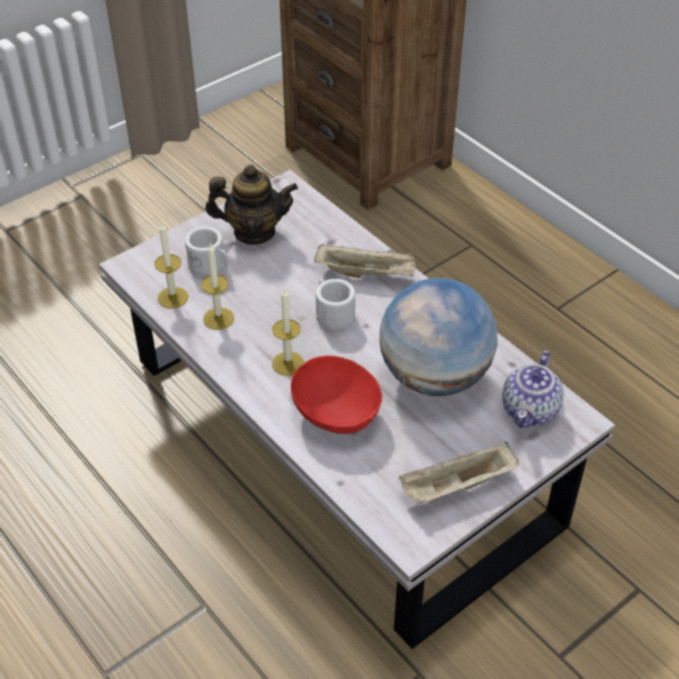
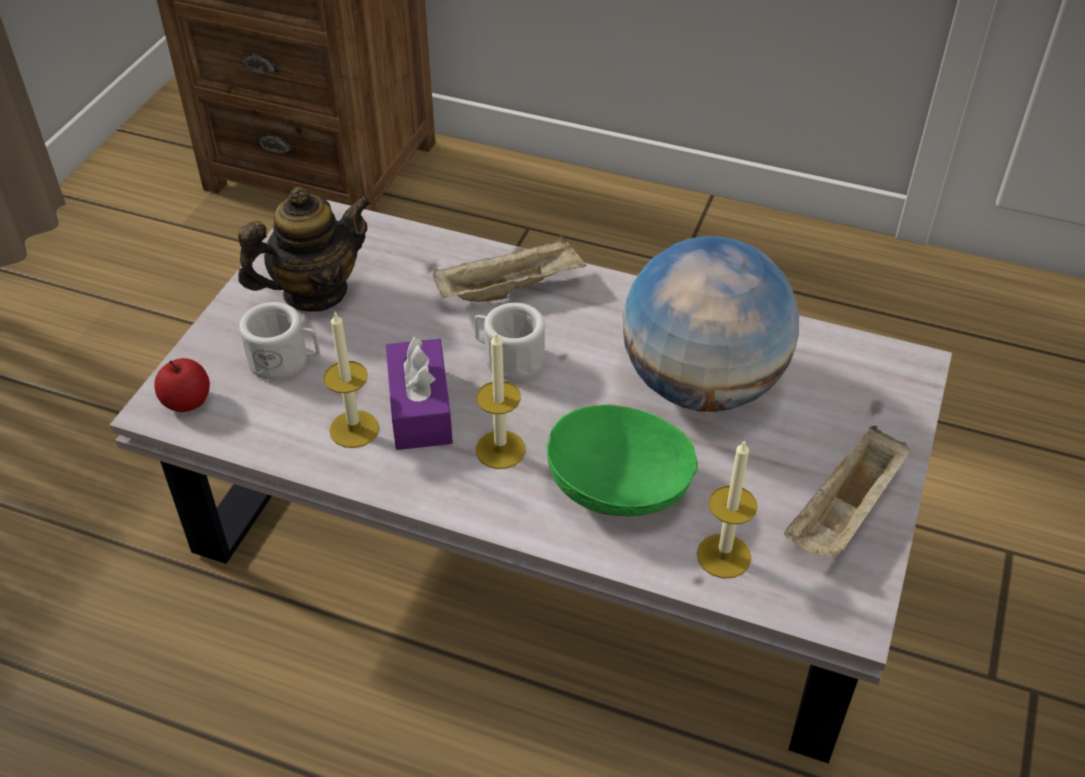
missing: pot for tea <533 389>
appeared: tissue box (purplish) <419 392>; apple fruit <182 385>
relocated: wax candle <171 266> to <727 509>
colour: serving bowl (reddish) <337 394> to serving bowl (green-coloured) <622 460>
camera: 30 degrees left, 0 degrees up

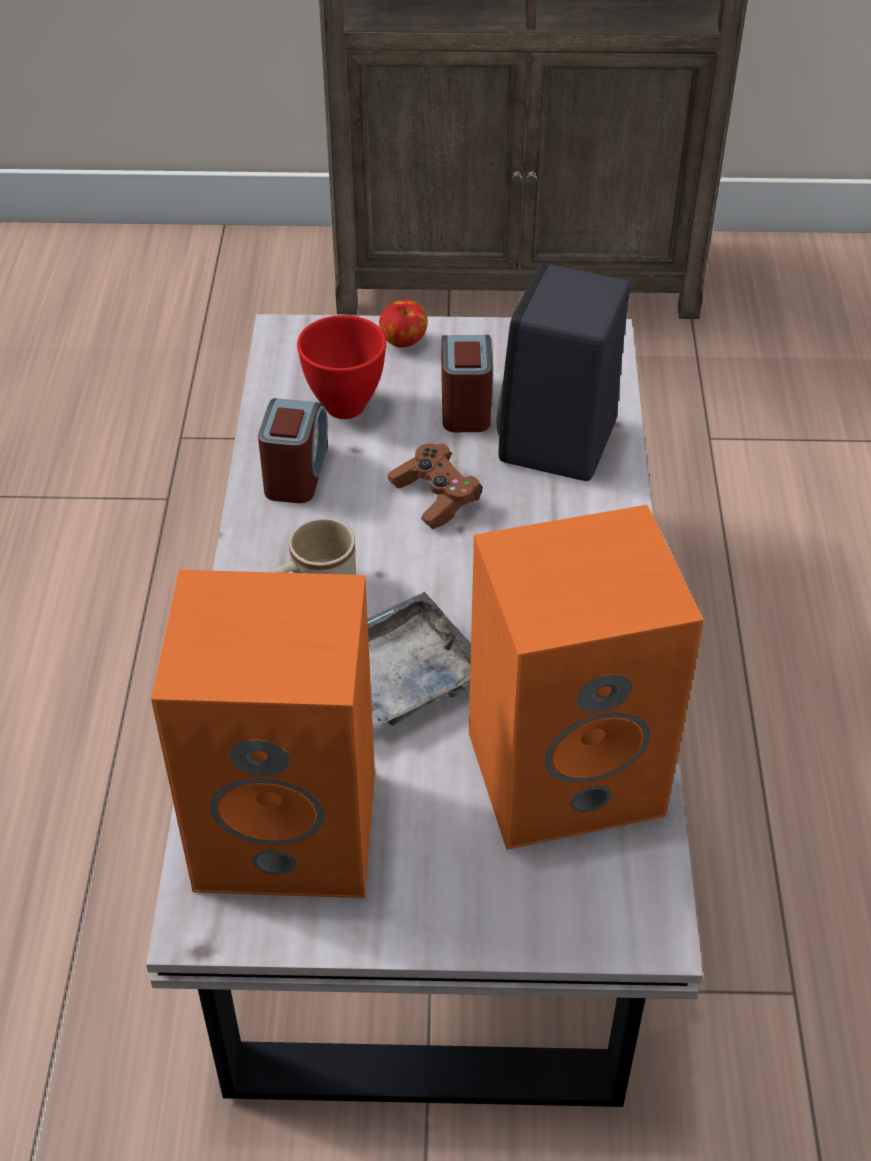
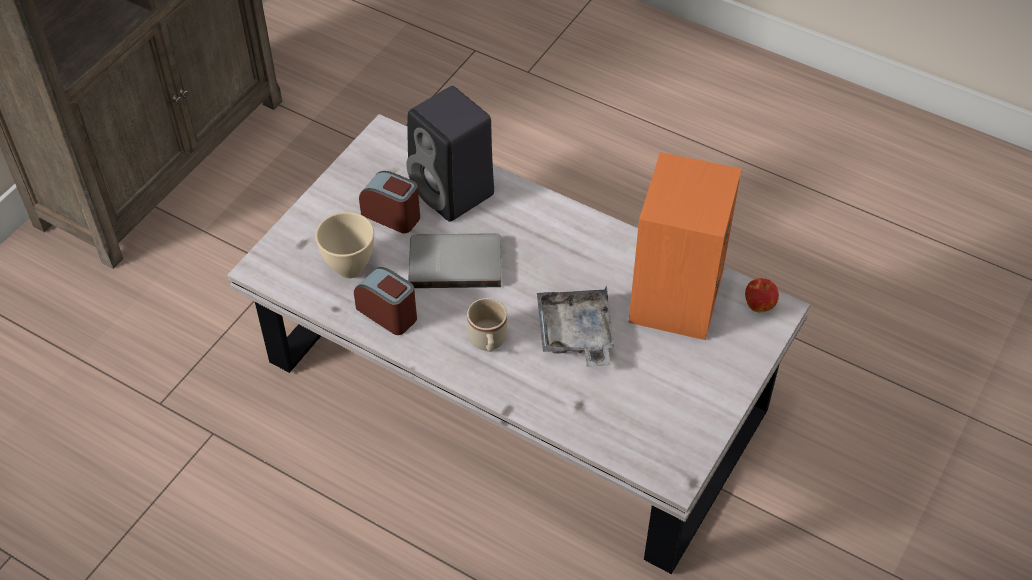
missing: audio speaker (orange) <263 734>
relocated: apple fruit <403 323> to <762 295>
exchanged: game controller (brown) <435 486> to bound book (greyish) <454 260>
colour: serving bowl (reddish) <341 367> to serving bowl (sand-coloured) <344 245>
camera: 60 degrees left, 5 degrees up

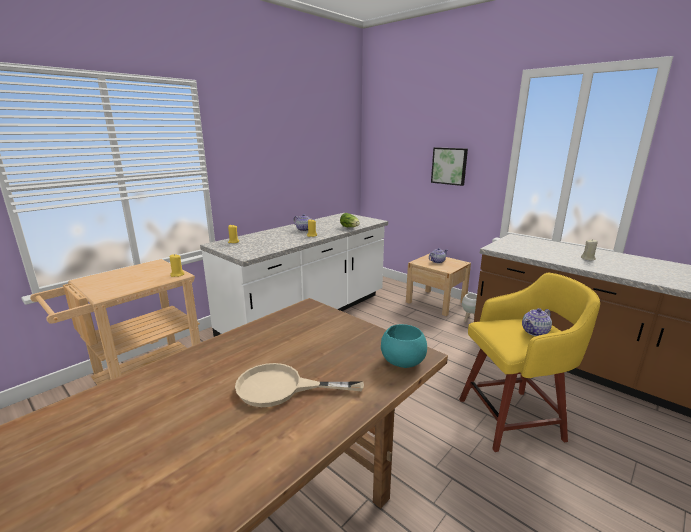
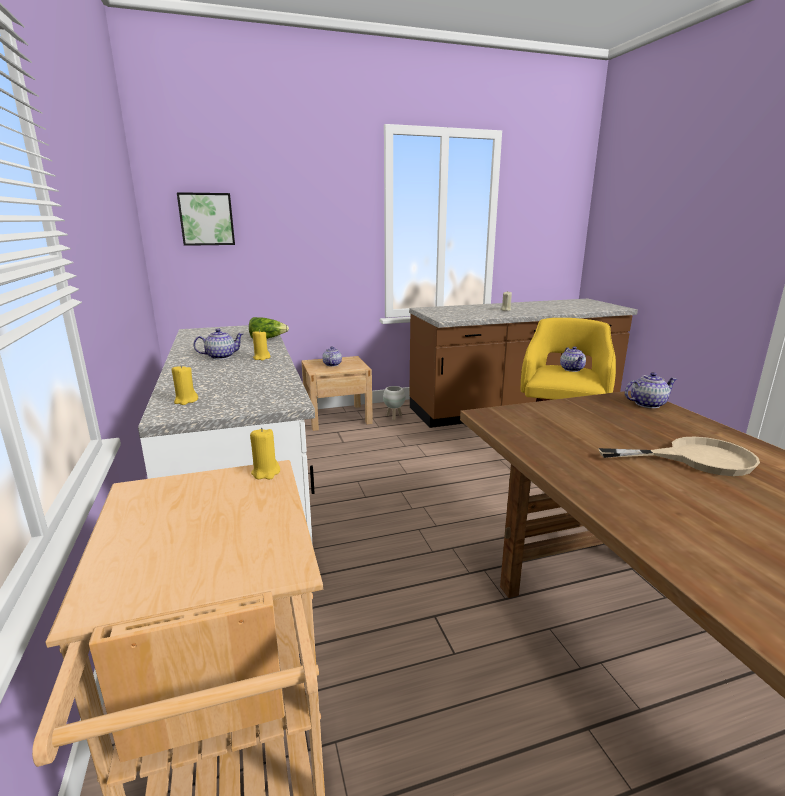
relocated: wall art <449 166> to <206 219>
exchanged: serving bowl (turquoise-coloured) <404 346> to pot for tea <651 390>
spun: pan (sand-coloured) <299 385> = <679 456> 120 degrees counterclockwise
camera: 60 degrees left, 0 degrees up

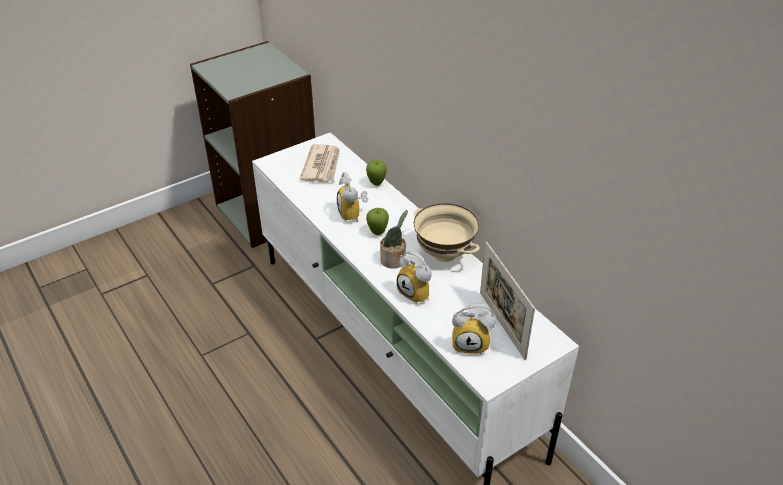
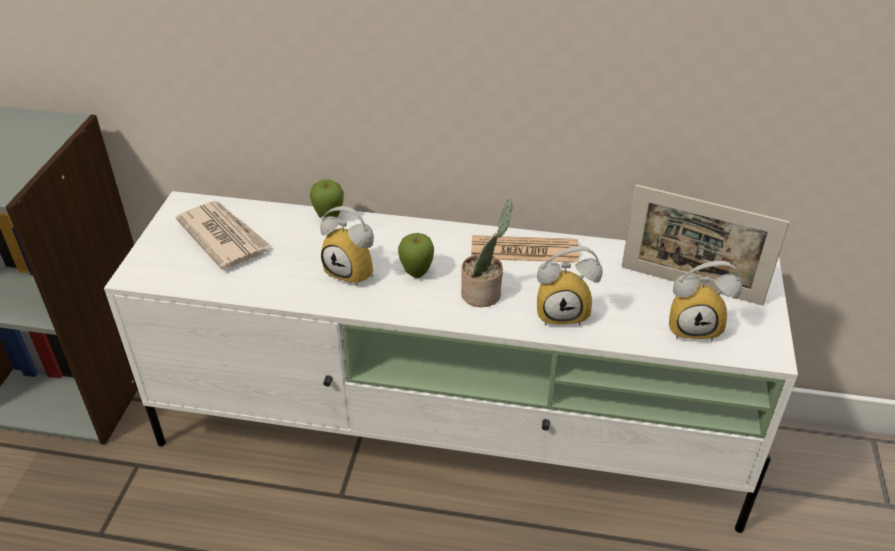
exchanged: serving bowl (sand-coloured) <447 232> to newspaper <525 249>
spun: alarm clock <474 329> = <705 301> 45 degrees clockwise
camera: 45 degrees left, 0 degrees up

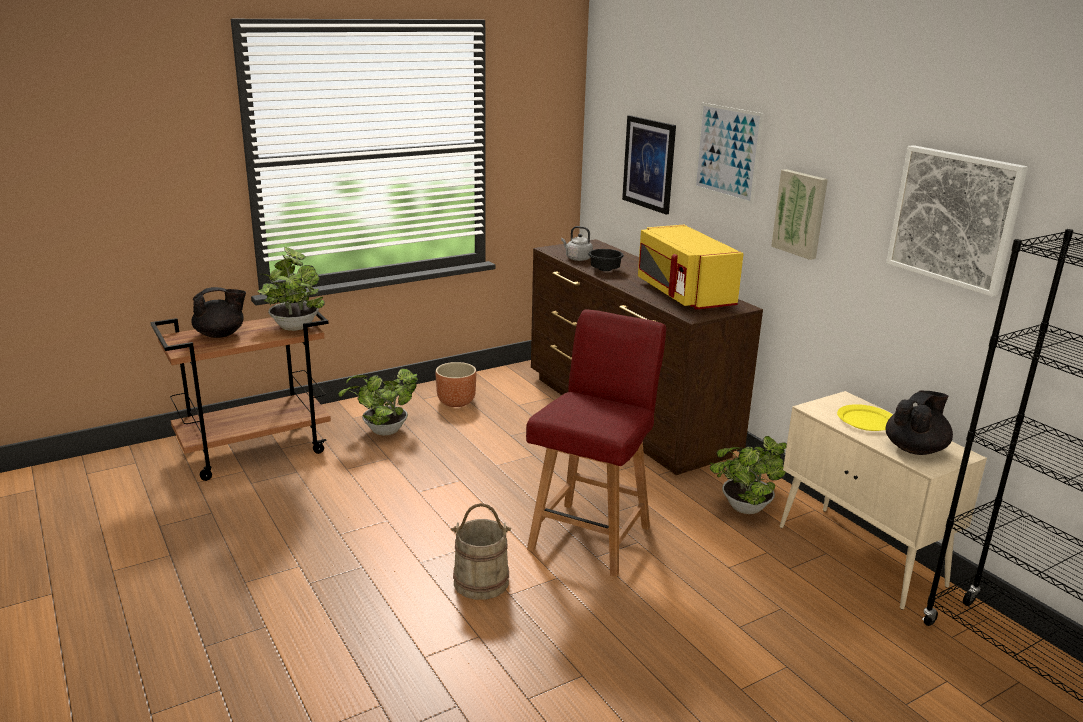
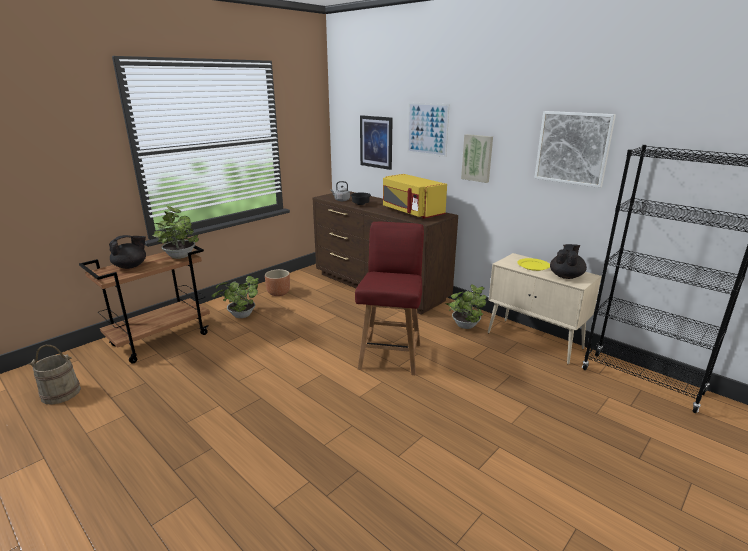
relocated: bucket (sand-coloured) <481 551> to <55 375>
camera: 15 degrees left, 0 degrees up

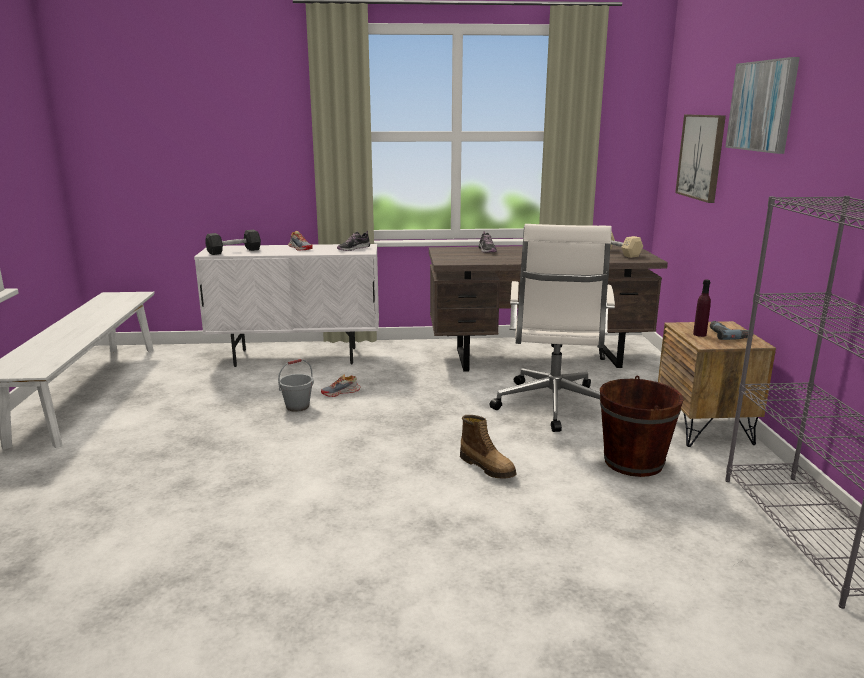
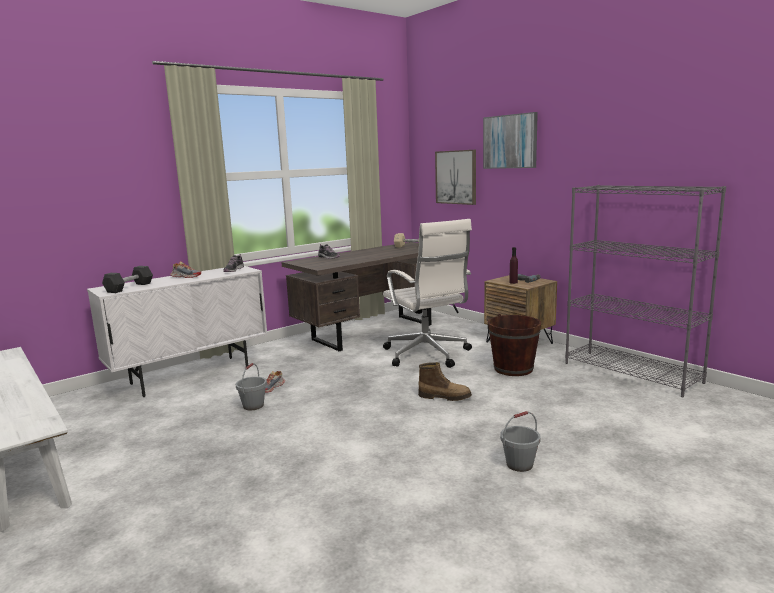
appeared: bucket (greyish) <520 441>
camera: 35 degrees left, 5 degrees down

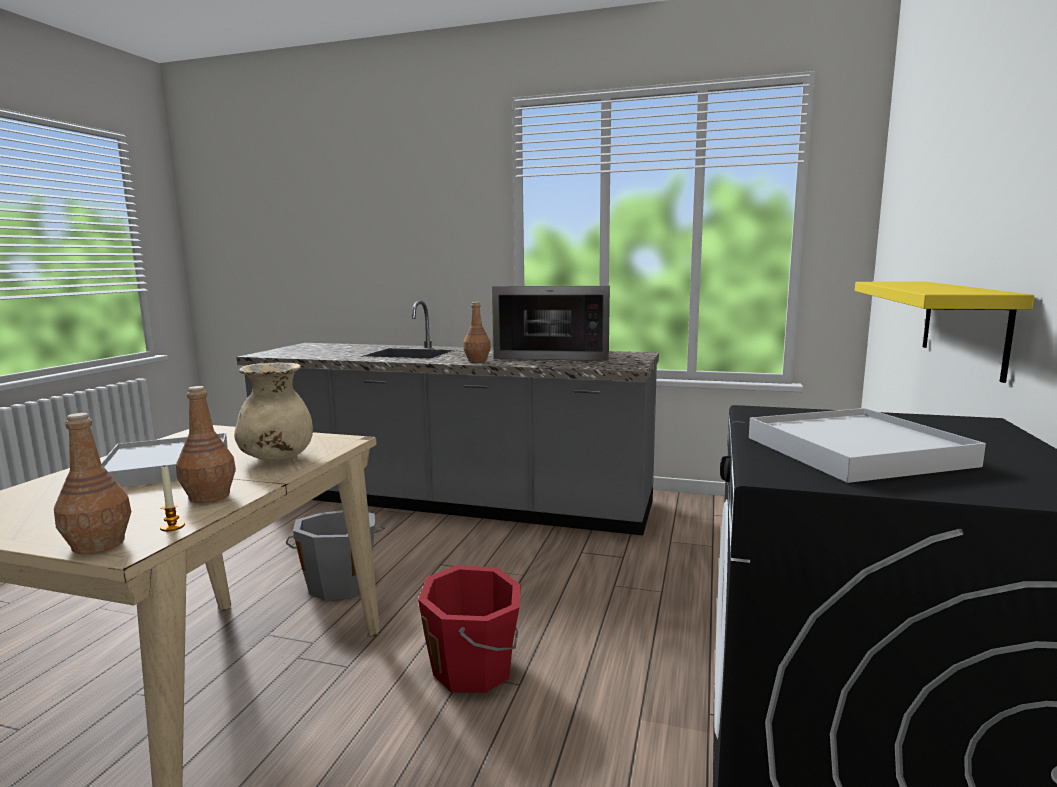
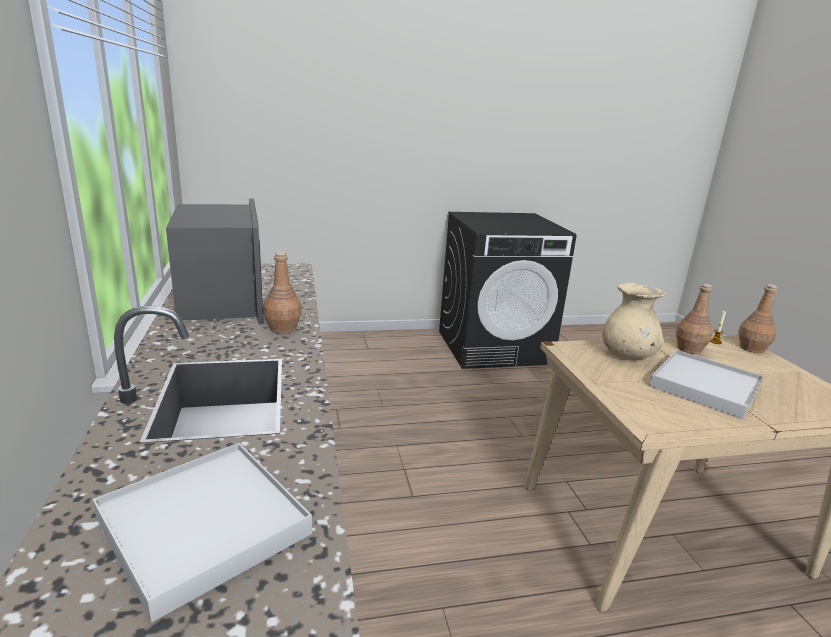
missing: wall shelf (yellow) <944 332>; bucket (greyish) <335 555>; bucket (reddish) <469 629>
relocated: serving tray (whitish) <867 445> to <202 532>
camera: 120 degrees left, 10 degrees up

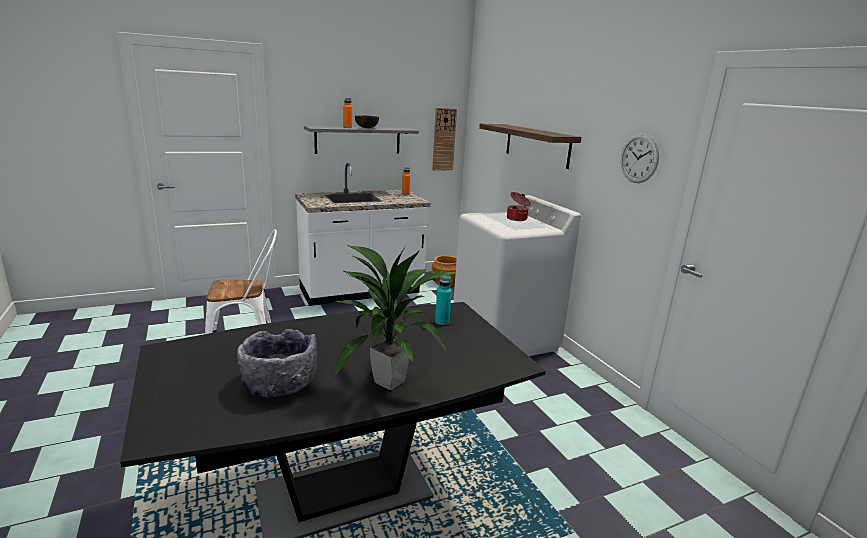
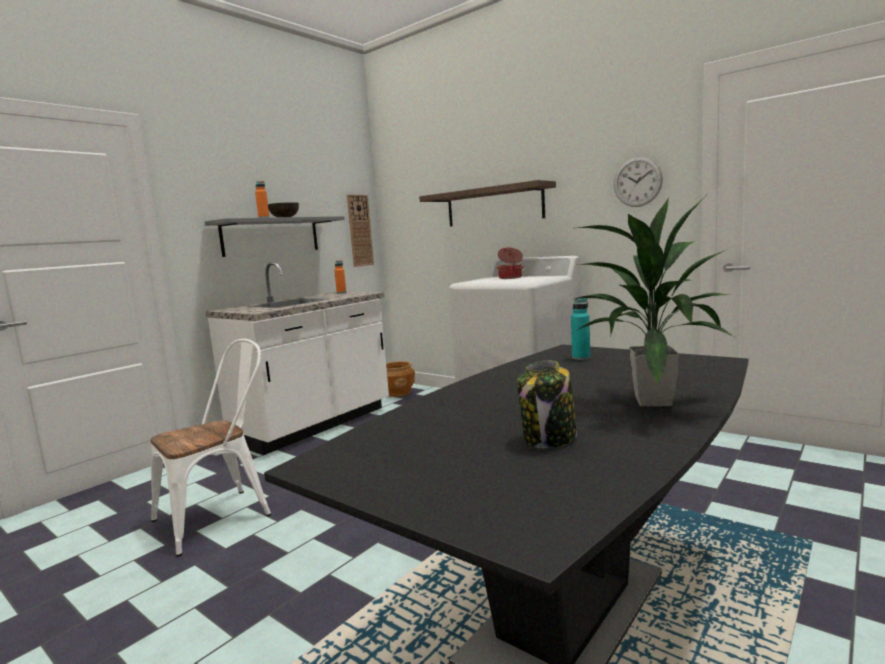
exchanged: serving bowl (greyish) <277 363> to storage jar <547 404>
camera: 25 degrees left, 10 degrees down

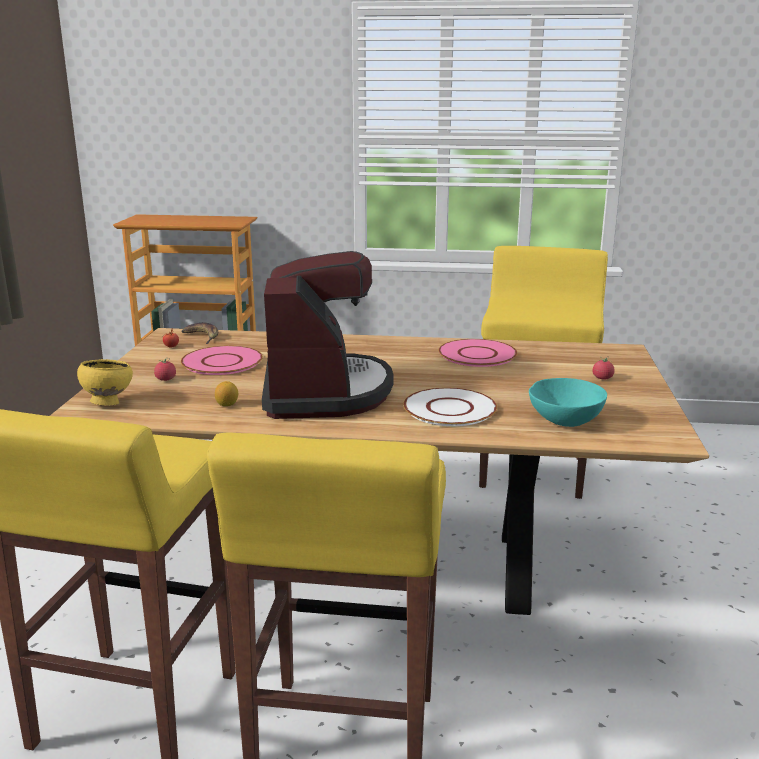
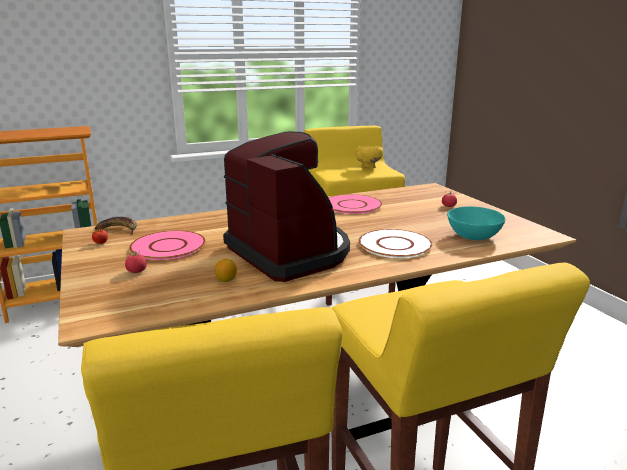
relocated: serving bowl (yellow) <105 382> to <369 157>
camera: 30 degrees left, 0 degrees up

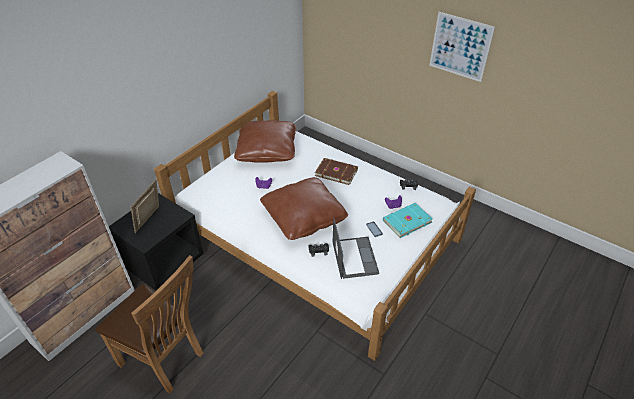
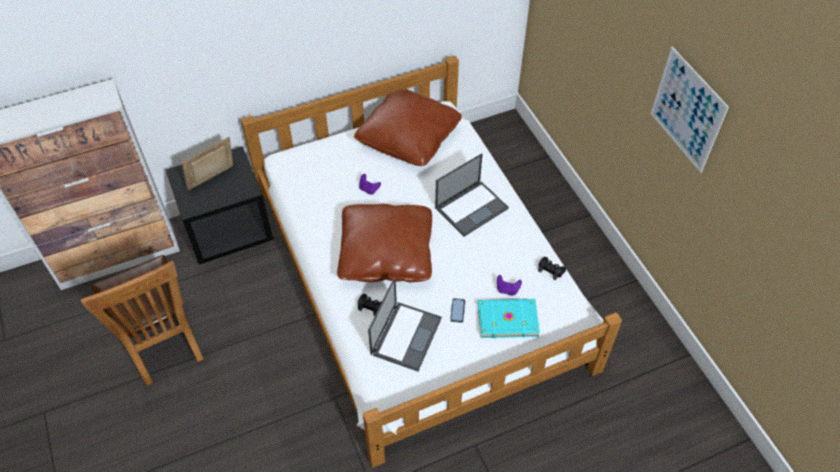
exchanged: bound book (brown) <336 171> to notebook computer <472 195>
camera: 30 degrees right, 10 degrees up

